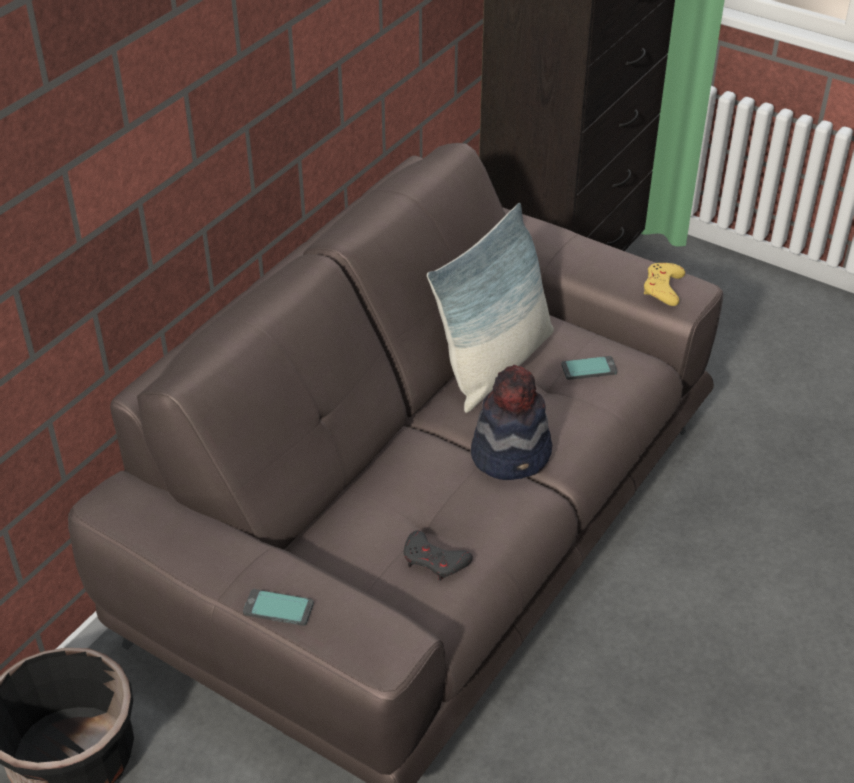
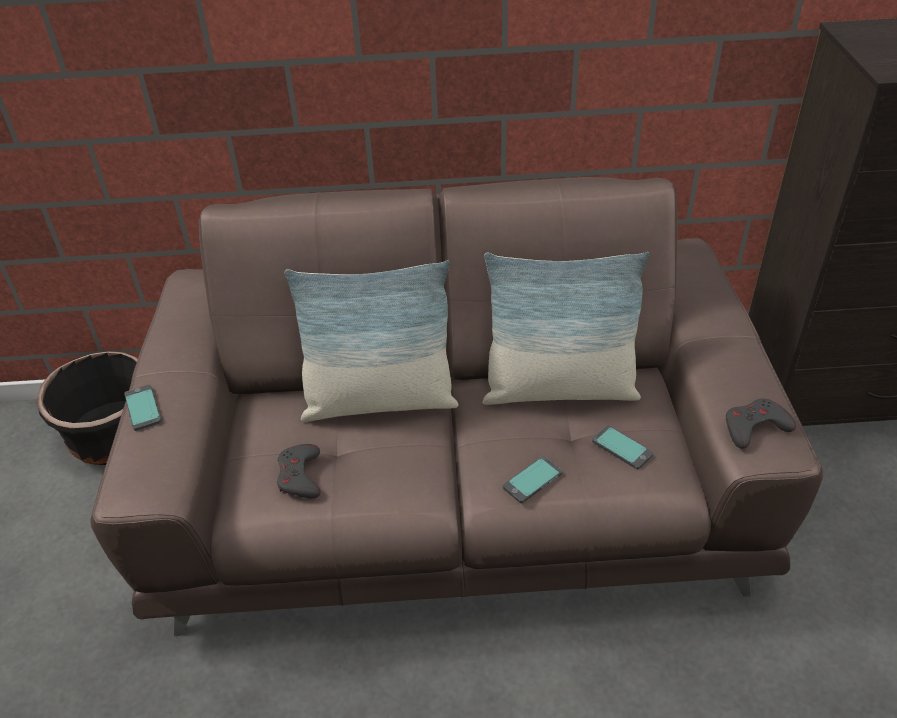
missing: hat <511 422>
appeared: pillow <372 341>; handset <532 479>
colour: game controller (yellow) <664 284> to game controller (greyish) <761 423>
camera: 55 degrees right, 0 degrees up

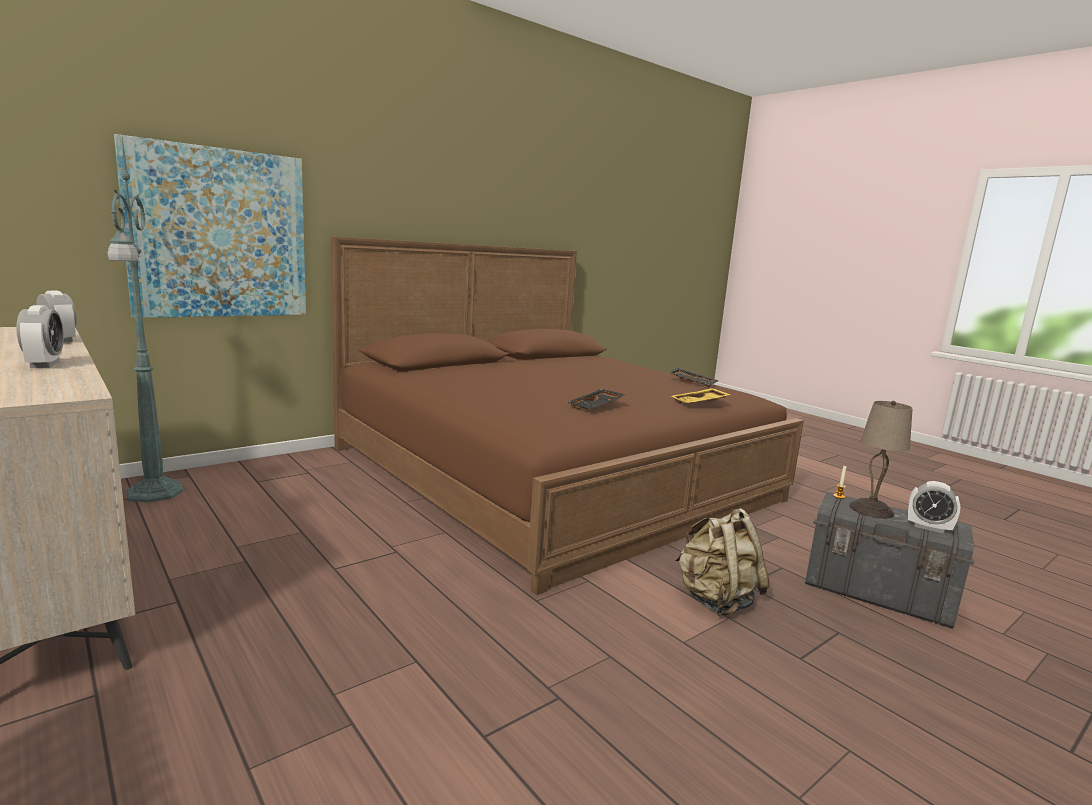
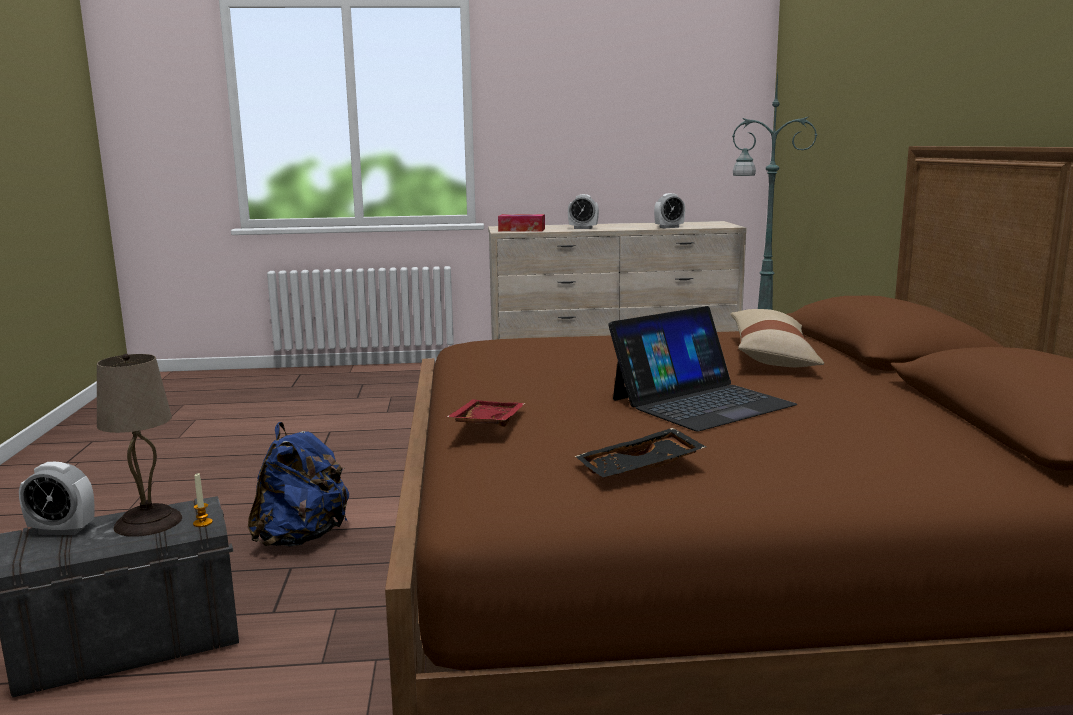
missing: wall art <210 226>; serving tray (blackish) <595 399>
appeared: tissue box <521 223>; notebook computer <702 369>; pillow (sand-coloured) <777 338>
colour: serving tray (yellow) <701 396> to serving tray (reddish) <485 413>; knapsack (sand-coloured) <722 562> to knapsack (bluish) <298 484>
spun: alarm clock <934 507> = <57 498> 150 degrees counterclockwise
camera: 125 degrees right, 0 degrees up

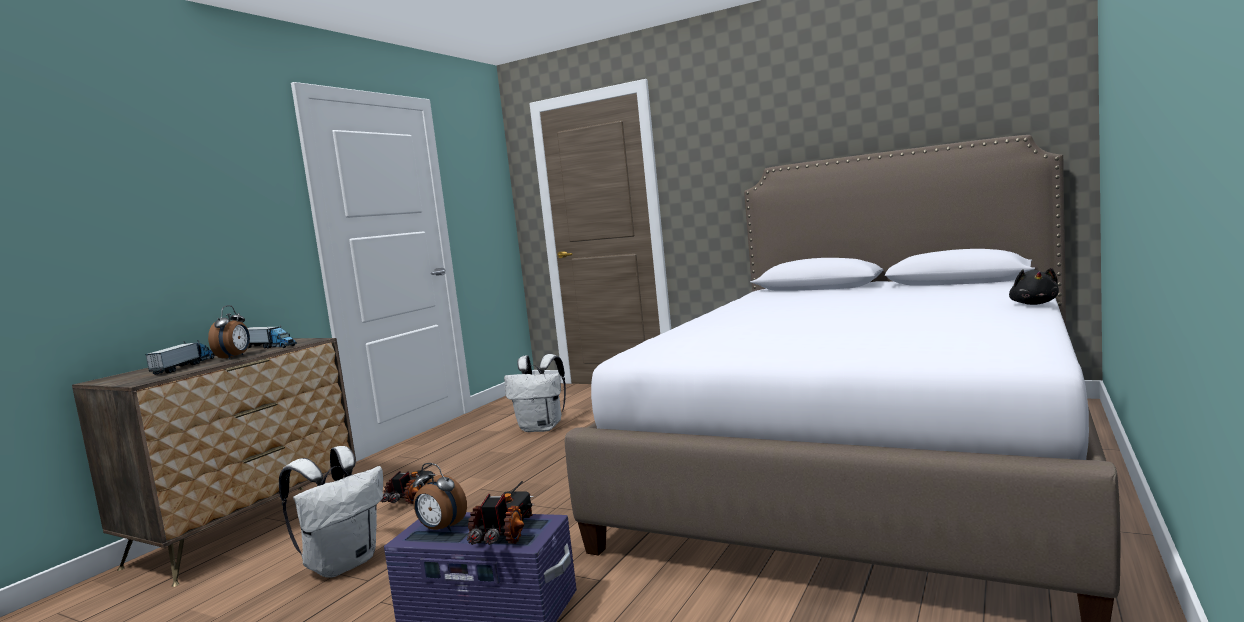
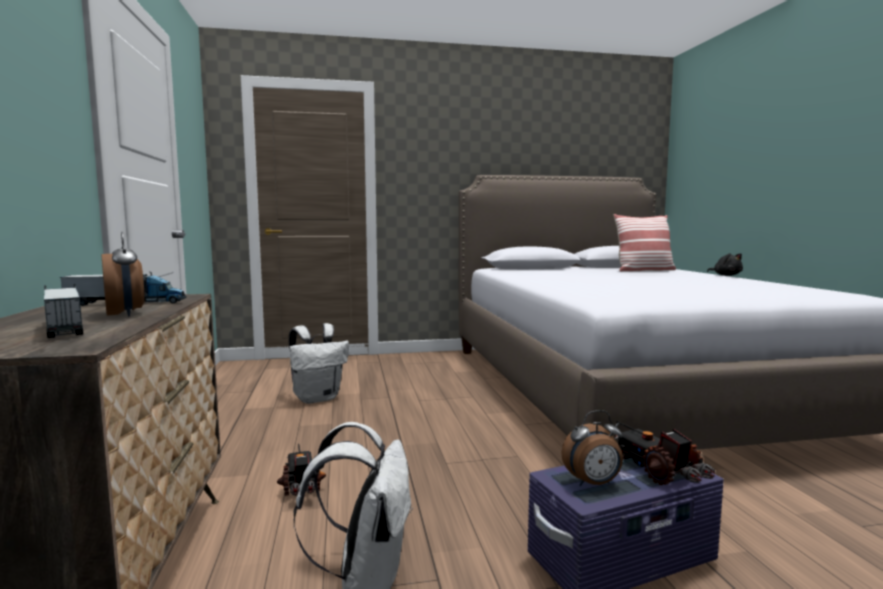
appeared: pillow <644 243>
camera: 40 degrees left, 0 degrees up

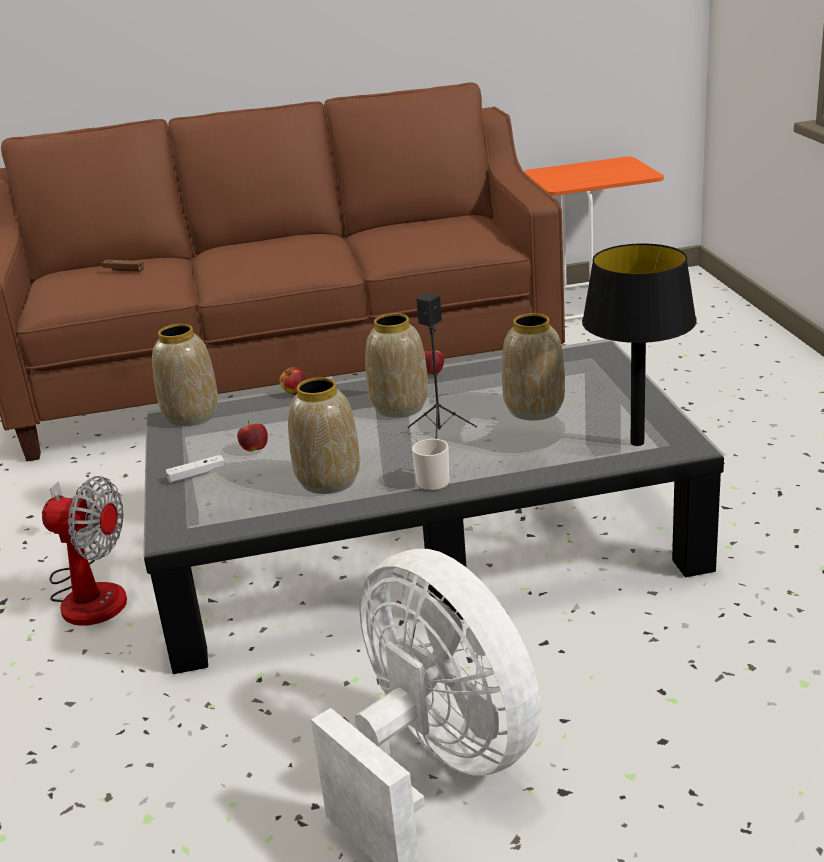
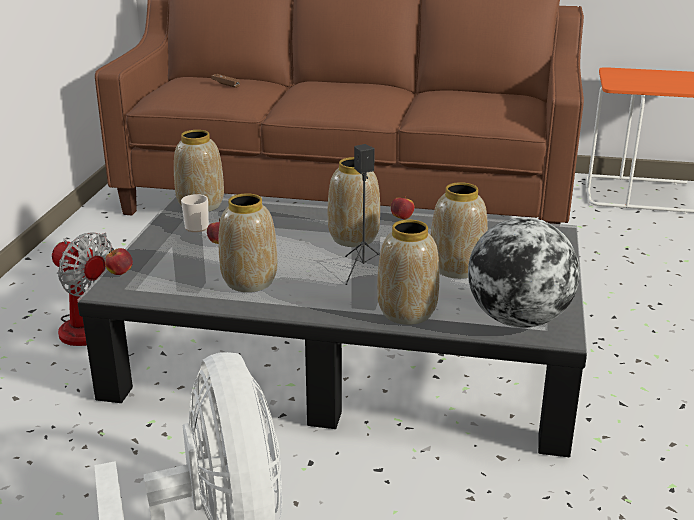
missing: game controller (whitish) <195 469>
appeared: flower vase <408 272>
relocated: apple fruit <293 381> to <119 261>; tea mug <430 465> to <195 213>
exchanged: tabletop lamp (blackish) <639 345> to world globe <524 273>
camera: 20 degrees right, 0 degrees up

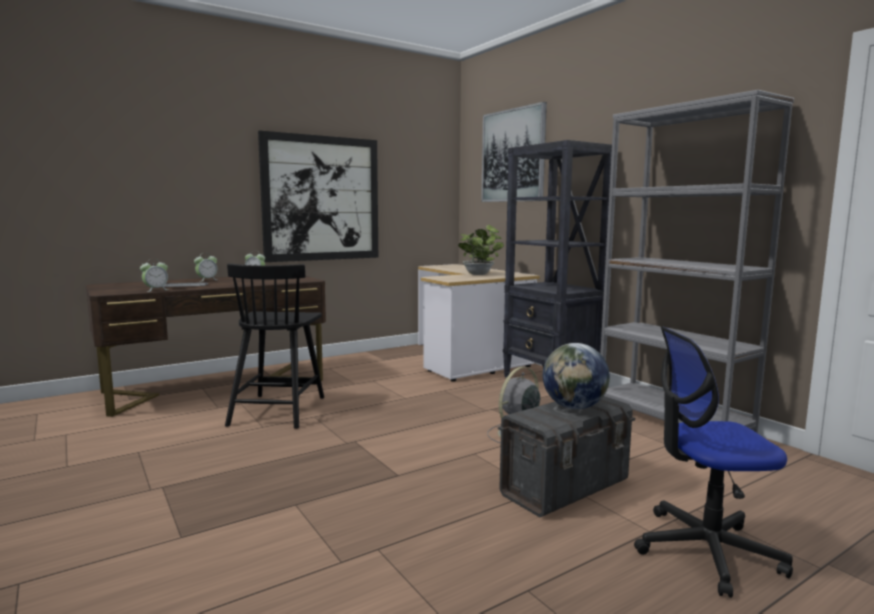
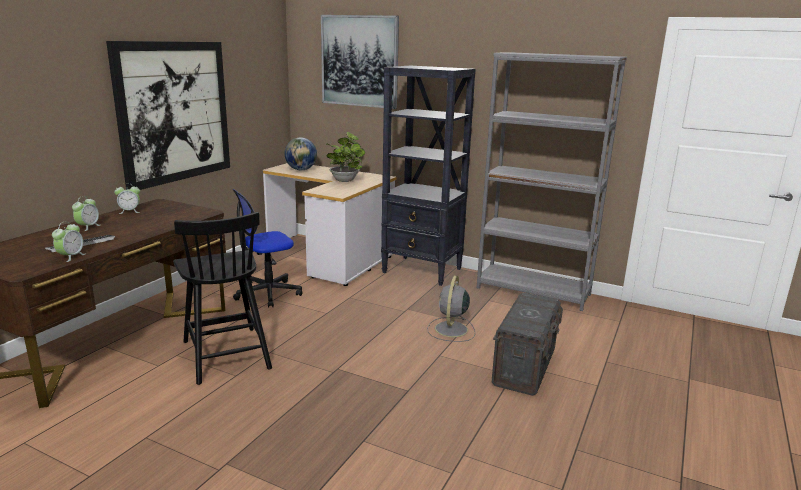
relocated: computer chair <713 462> to <267 248>; world globe <576 376> to <300 153>
camera: 30 degrees left, 10 degrees up

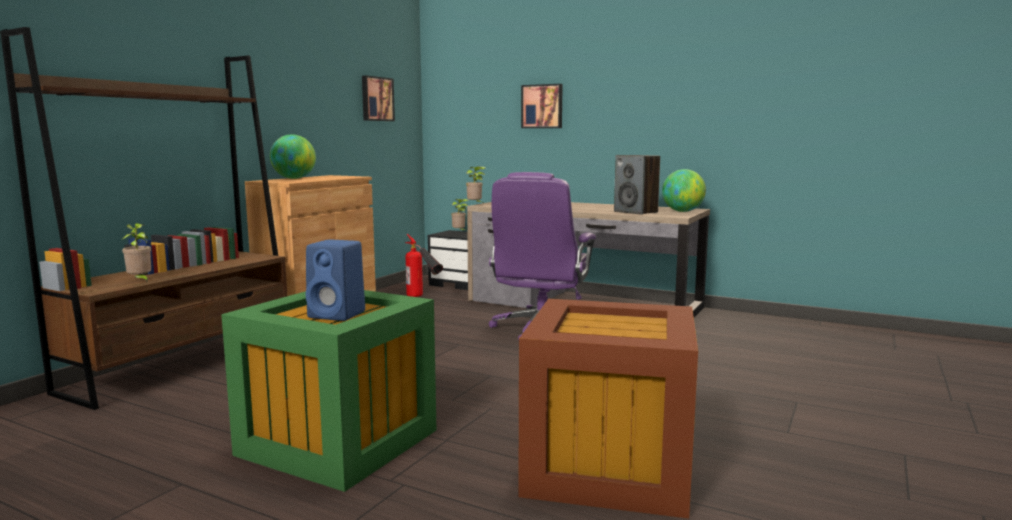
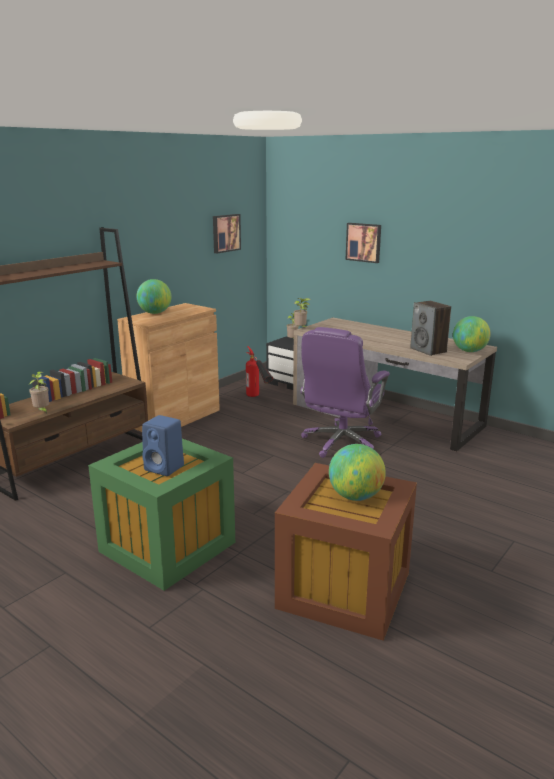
appeared: world globe <357 472>
camera: 10 degrees right, 10 degrees up

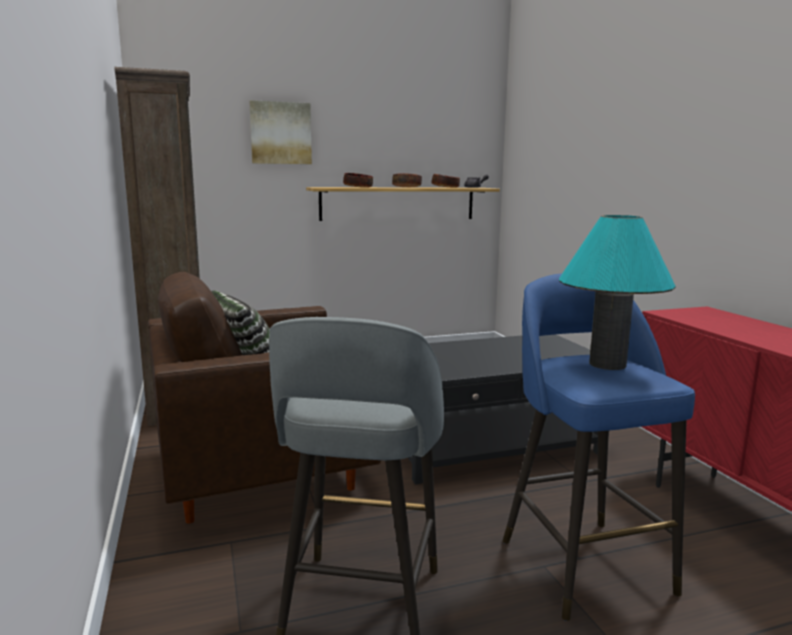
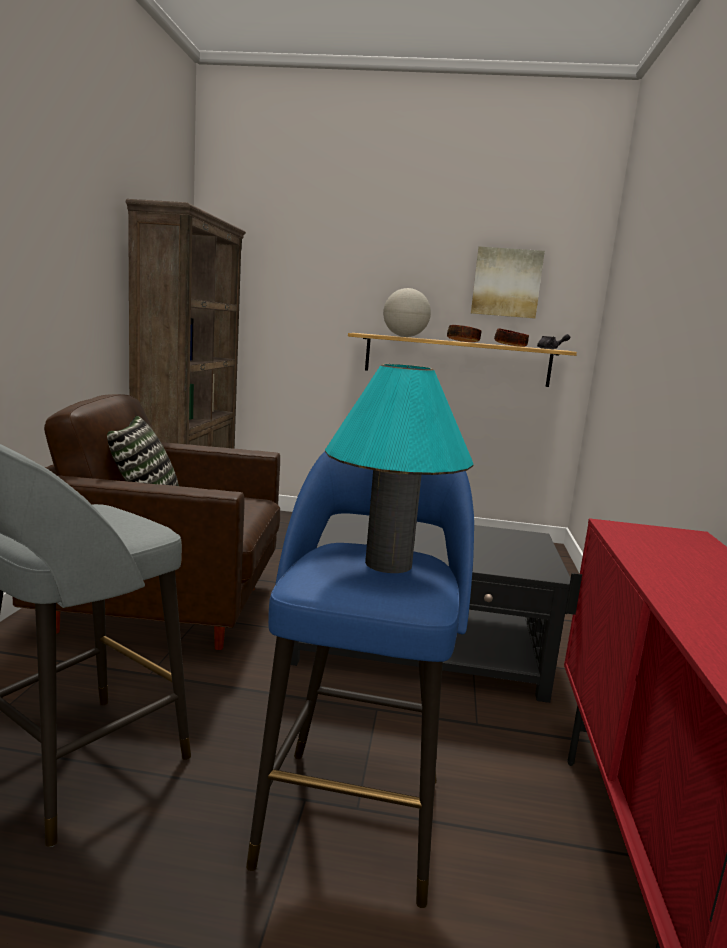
relocated: wall art <280 132> to <508 282>
exchanged: serving bowl <358 180> to world globe <407 312>
camera: 25 degrees right, 0 degrees up

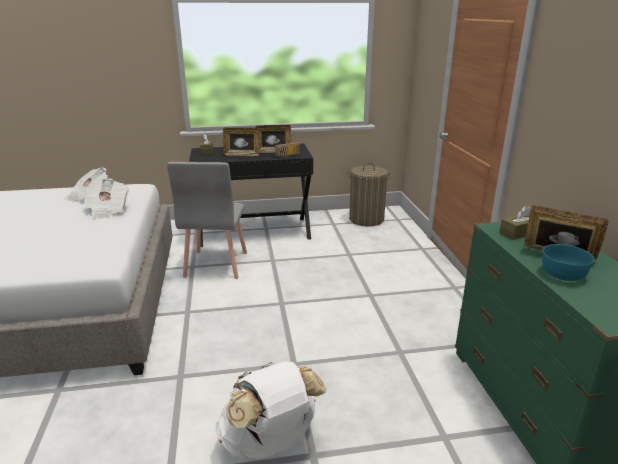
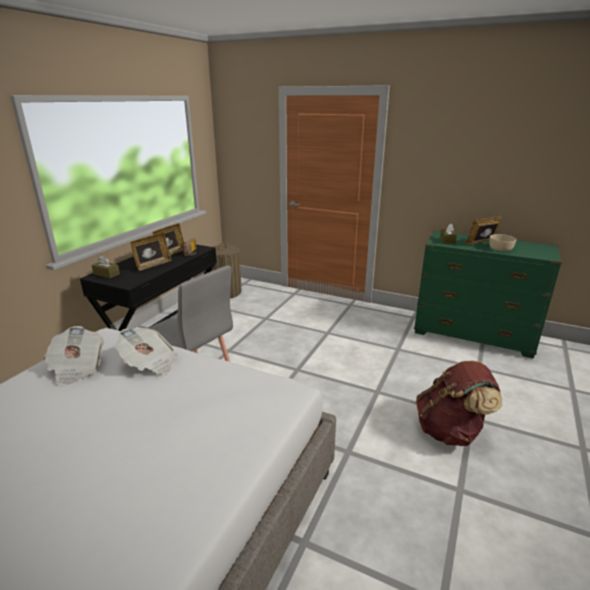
colour: serving bowl (turquoise-coloured) <568 262> to serving bowl (sand-coloured) <503 242>; knapsack (whitish) <271 410> to knapsack (brown) <459 403>
camera: 55 degrees left, 0 degrees up

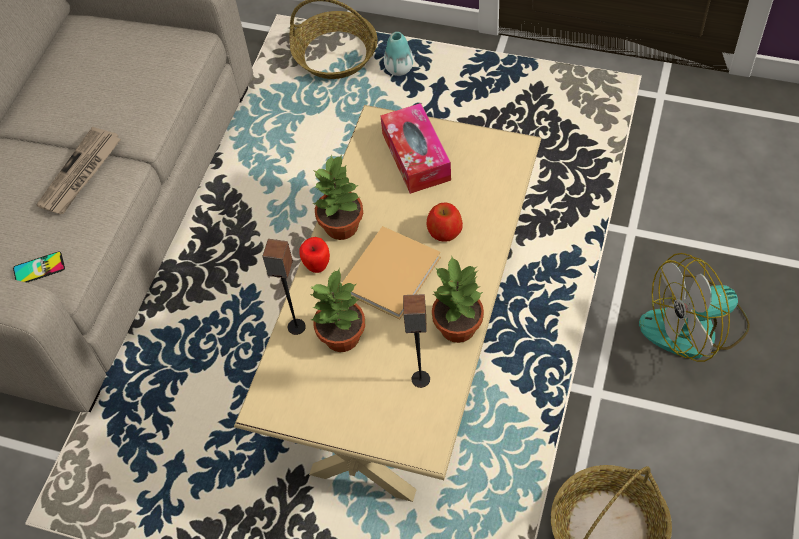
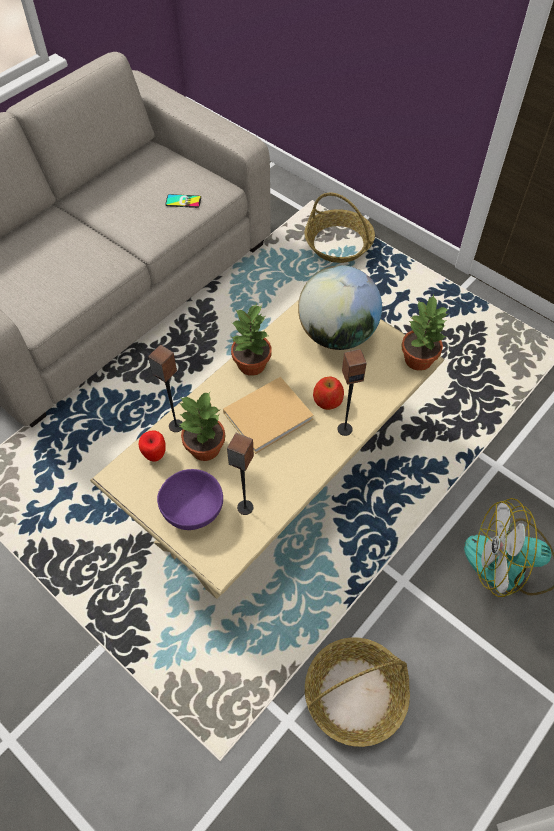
missing: flower vase <398 54>; newspaper <78 170>
appeared: audio speaker <352 392>; serving bowl (purplish) <190 499>
relocated: apple fruit <314 255> to <152 446>; handset <39 266> to <183 201>; potted plant <458 300> to <425 333>
exchanged: tissue box <415 148> to world globe <340 307>
camera: 20 degrees right, 0 degrees up

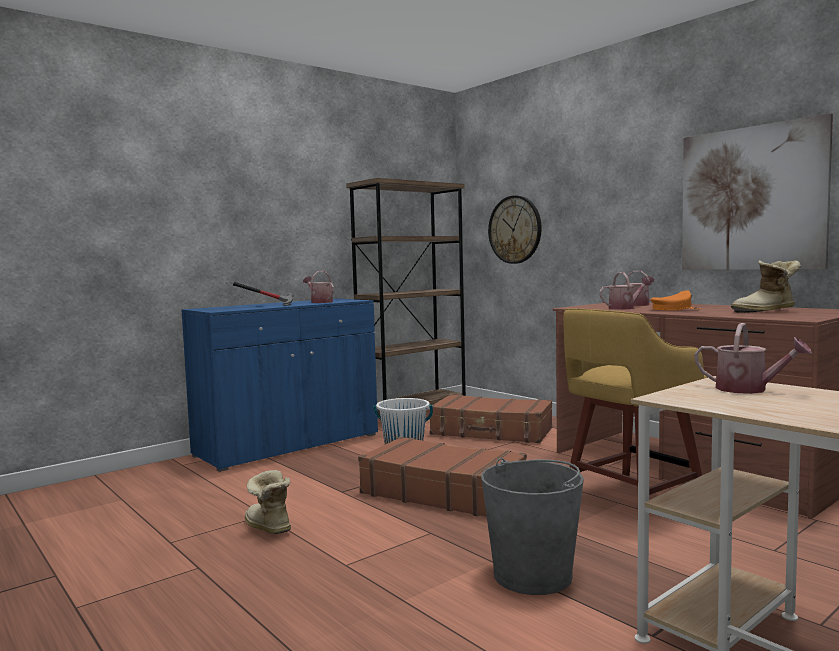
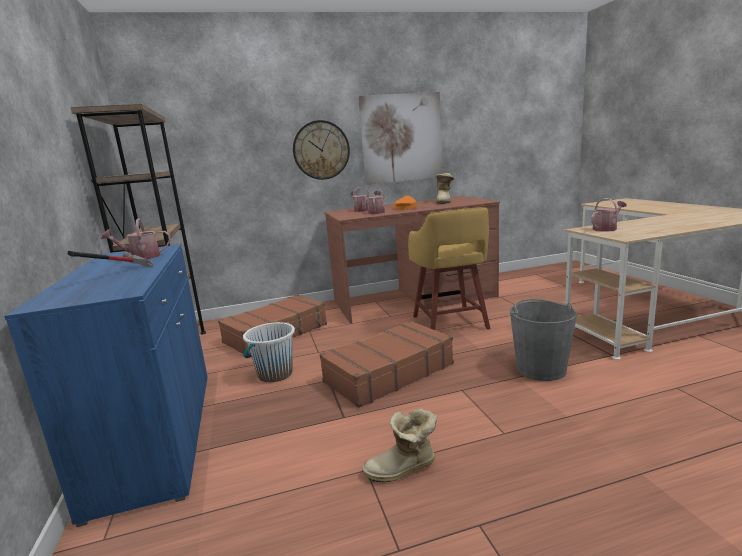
relocated: hanging clock <515 230> to <321 150>
camera: 65 degrees left, 10 degrees up

